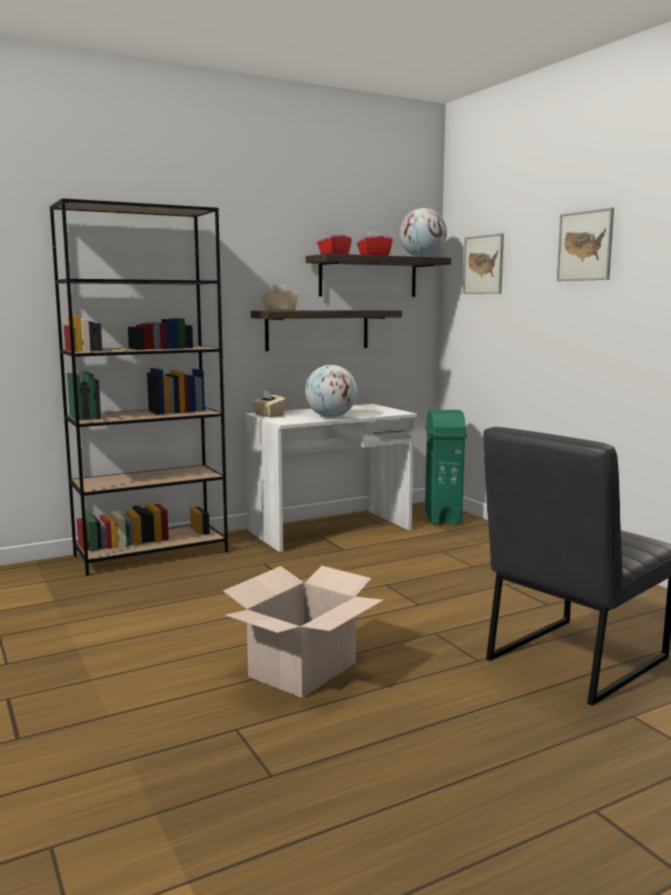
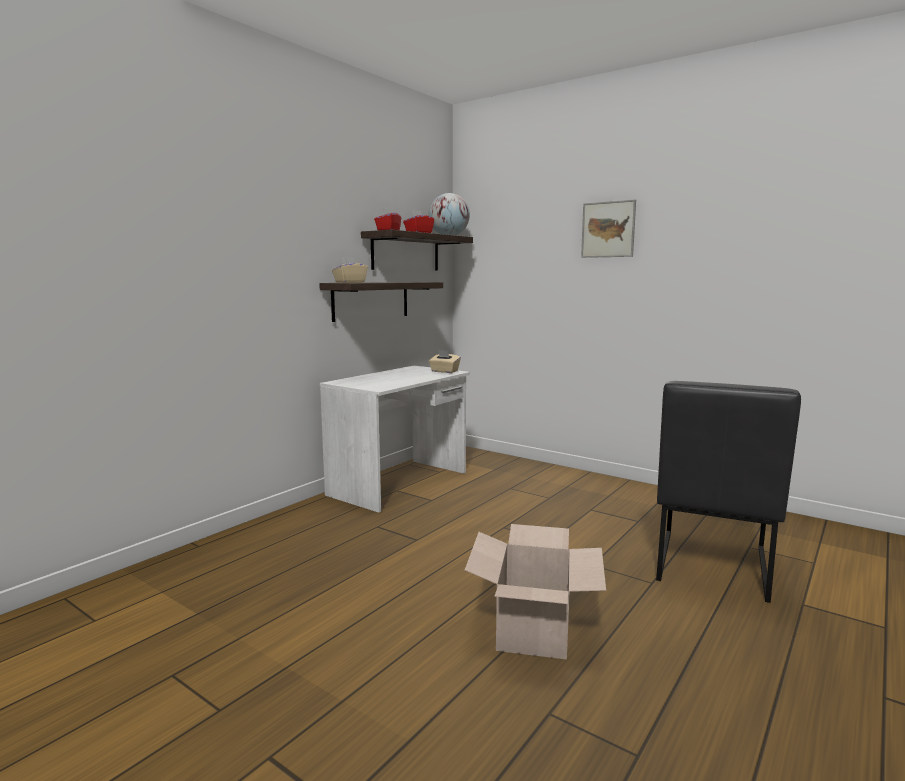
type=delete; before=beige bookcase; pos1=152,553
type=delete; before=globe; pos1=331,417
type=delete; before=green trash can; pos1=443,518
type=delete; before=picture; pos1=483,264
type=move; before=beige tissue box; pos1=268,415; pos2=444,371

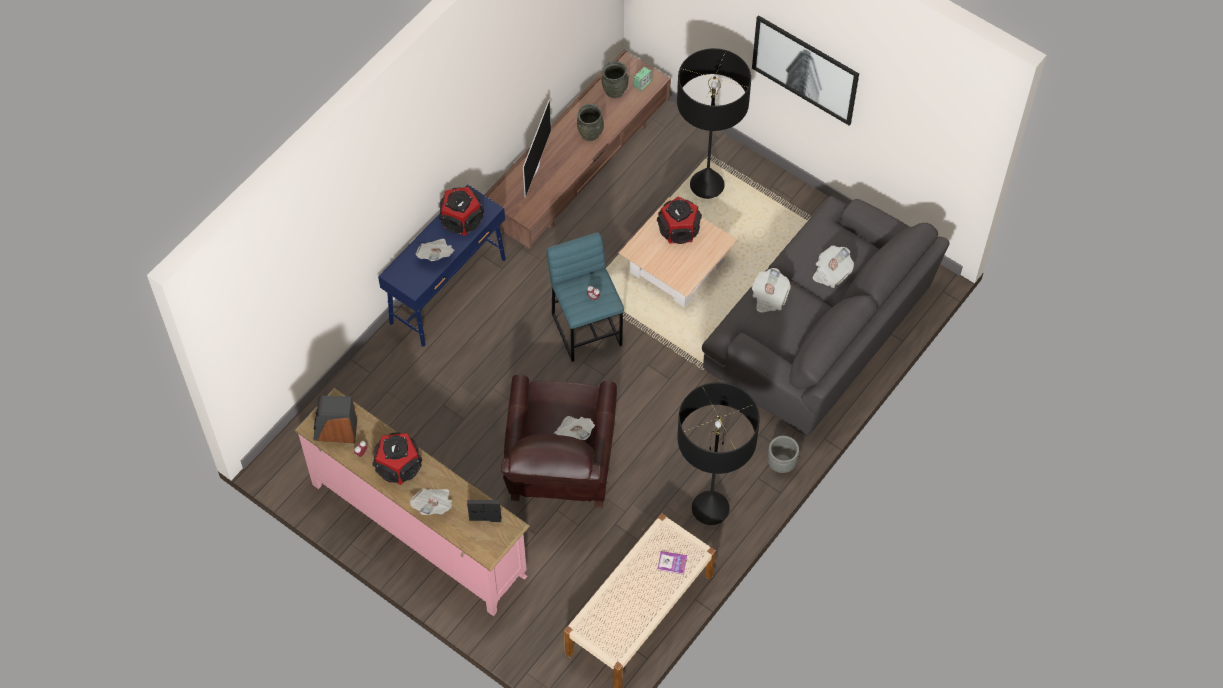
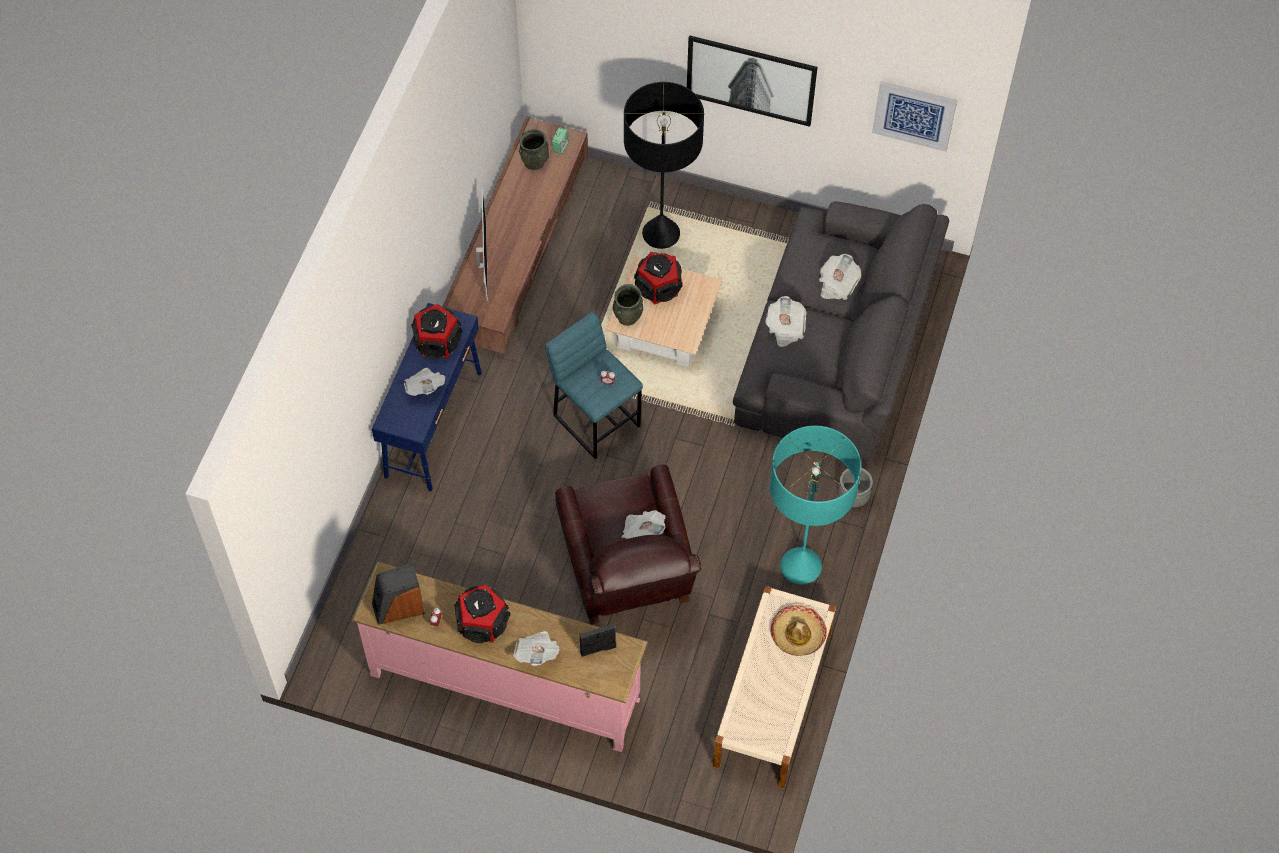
type=insert; after=picture; pos2=914,115
type=move; before=grey vase; pos1=590,133; pos2=627,317
type=replace; before=book; after=hat; pos1=672,563; pos2=797,634
type=recolor; before=black floor lamp; after=turquoise floor lamp; pos1=710,510; pos2=800,568

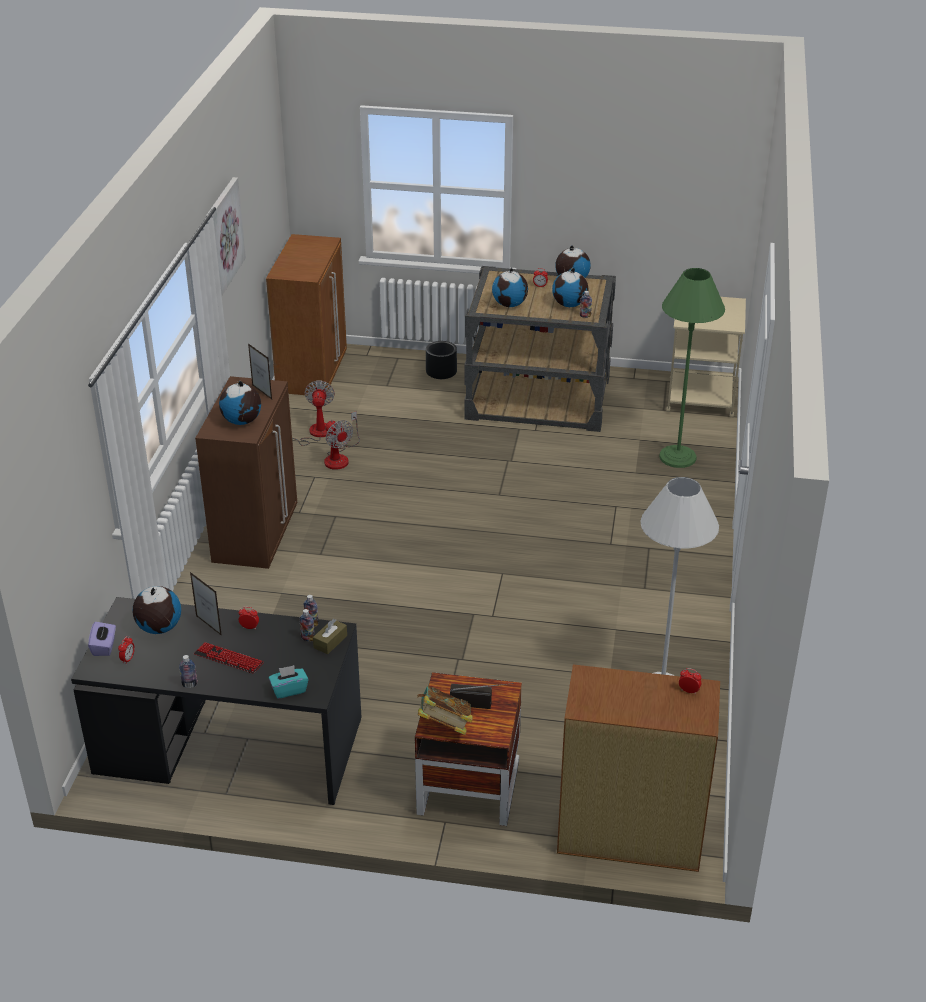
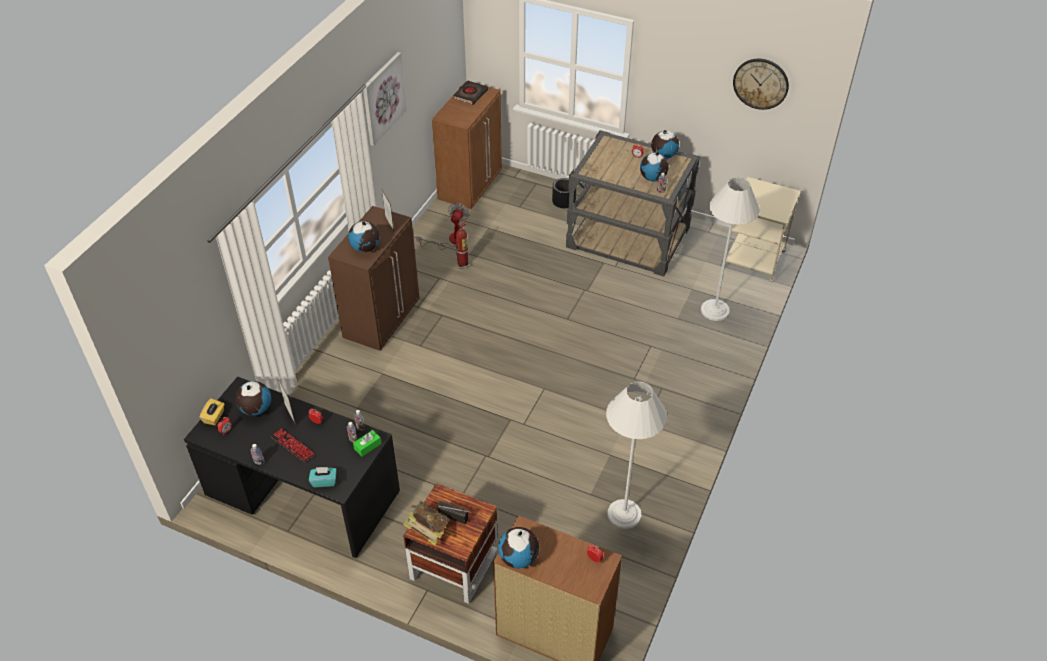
type=insert; after=black book; pos2=470,95
type=insert; after=wall clock; pos2=760,83
type=move; before=globe; pos1=510,304; pos2=519,558
type=replace; before=fan; after=fire extinguisher; pos1=340,457; pos2=463,264
type=recolor; before=purple tissue box; after=yellow tissue box; pos1=104,647; pos2=214,417
type=recolor; before=brown tissue box; after=green tissue box; pos1=330,642; pos2=367,446
type=recolor; before=green floor lamp; after=white floor lamp; pos1=678,457; pos2=715,310

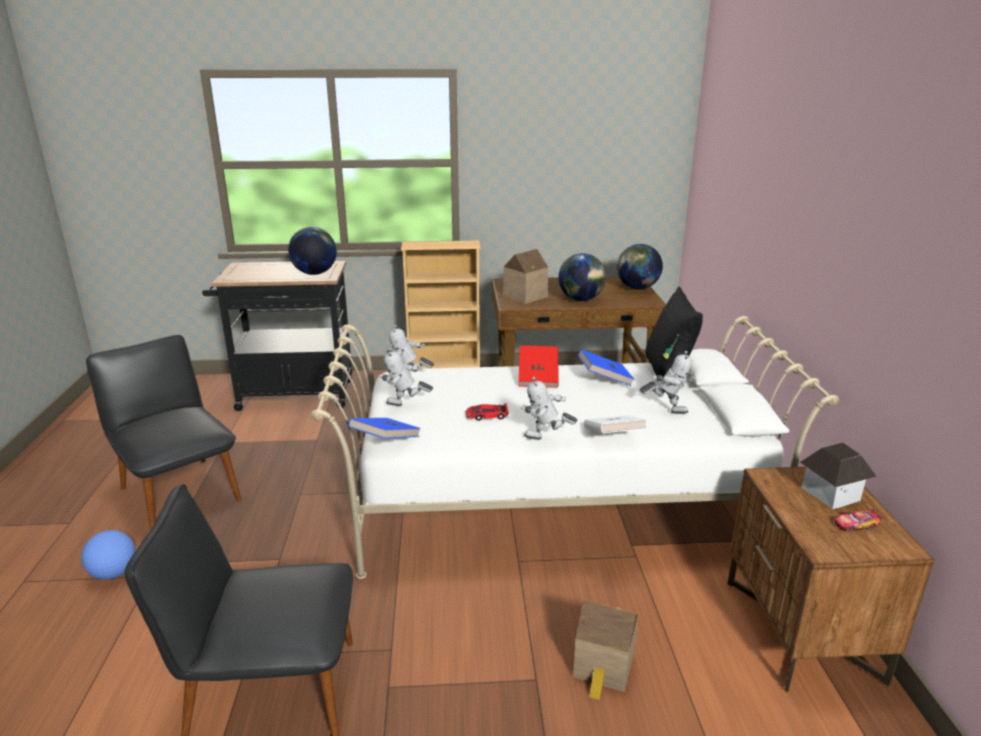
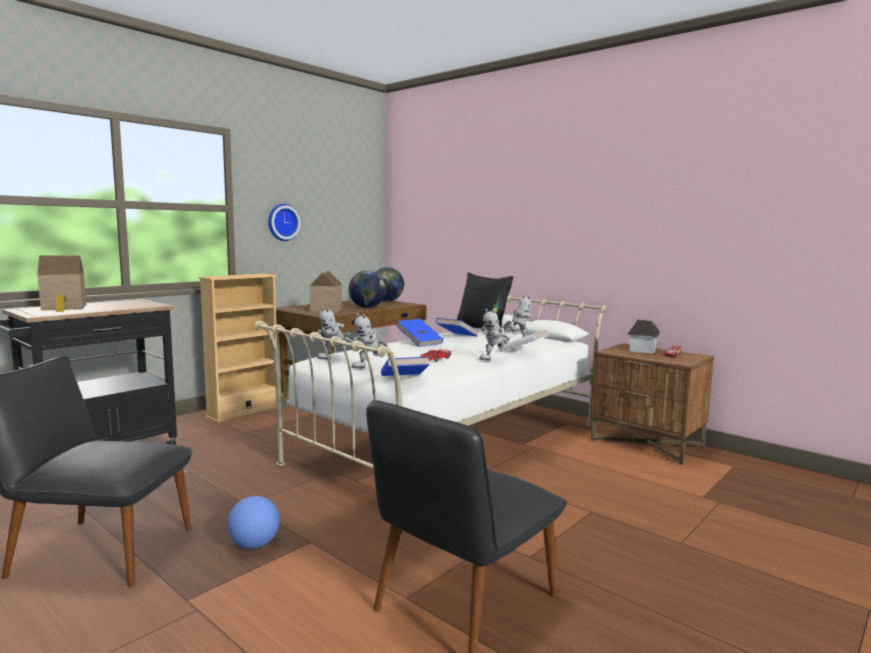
type=delete; before=globe; pos1=315,274
type=insert; after=wall clock; pos2=282,222
type=move; before=football; pos1=114,573; pos2=254,545
type=move; before=toy house; pos1=603,668; pos2=64,308
type=recolor; before=red book; after=blue book; pos1=538,378; pos2=419,342

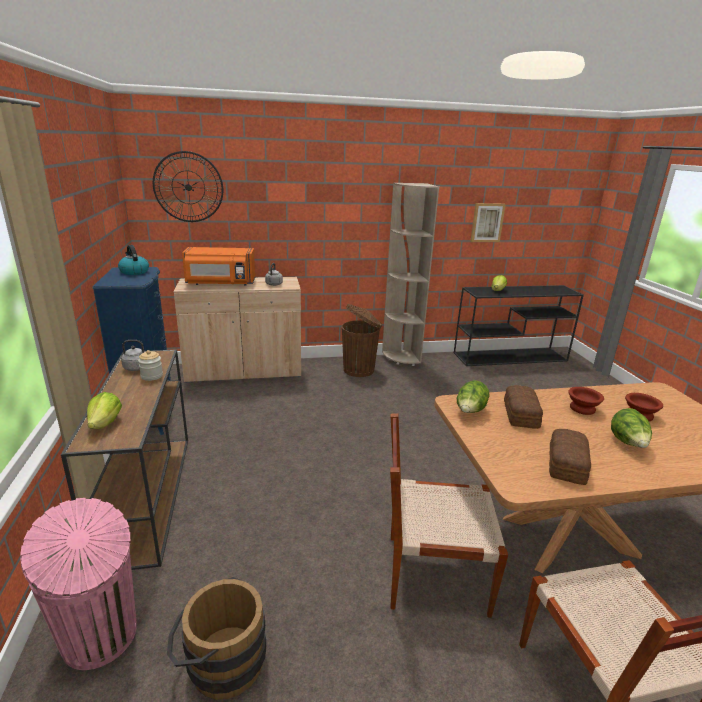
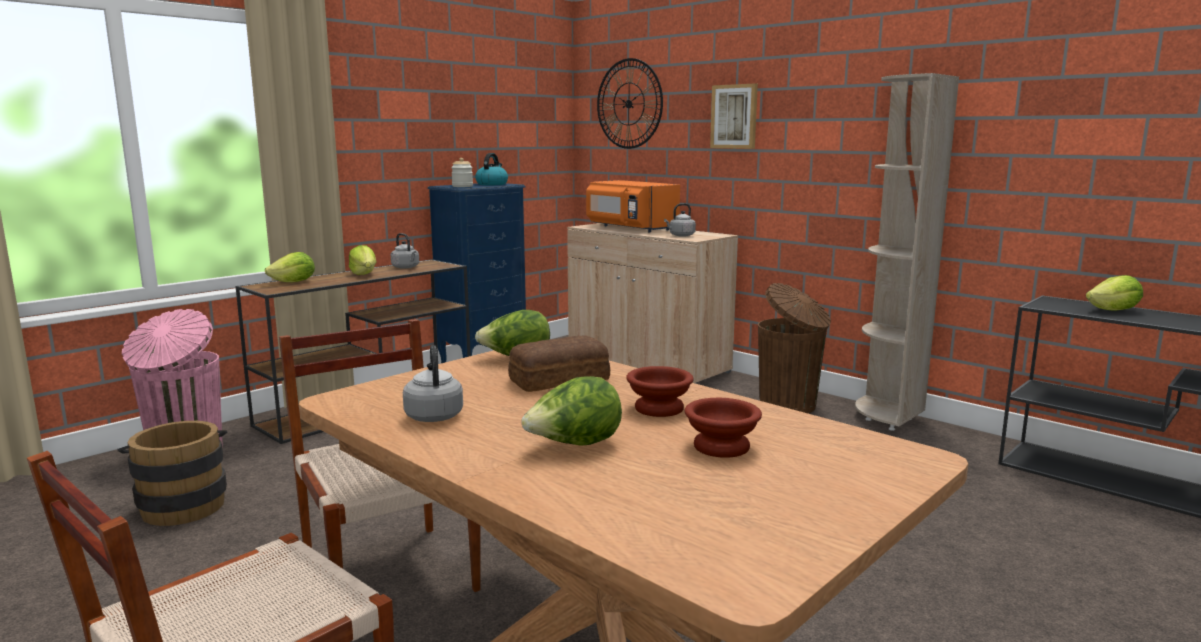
type=insert; after=lettuce; pos2=364,274
type=move; before=jar; pos1=152,376; pos2=462,186
type=move; before=picture; pos1=487,222; pos2=734,116
type=replace; before=bread; after=grey kettle; pos1=565,464; pos2=434,415

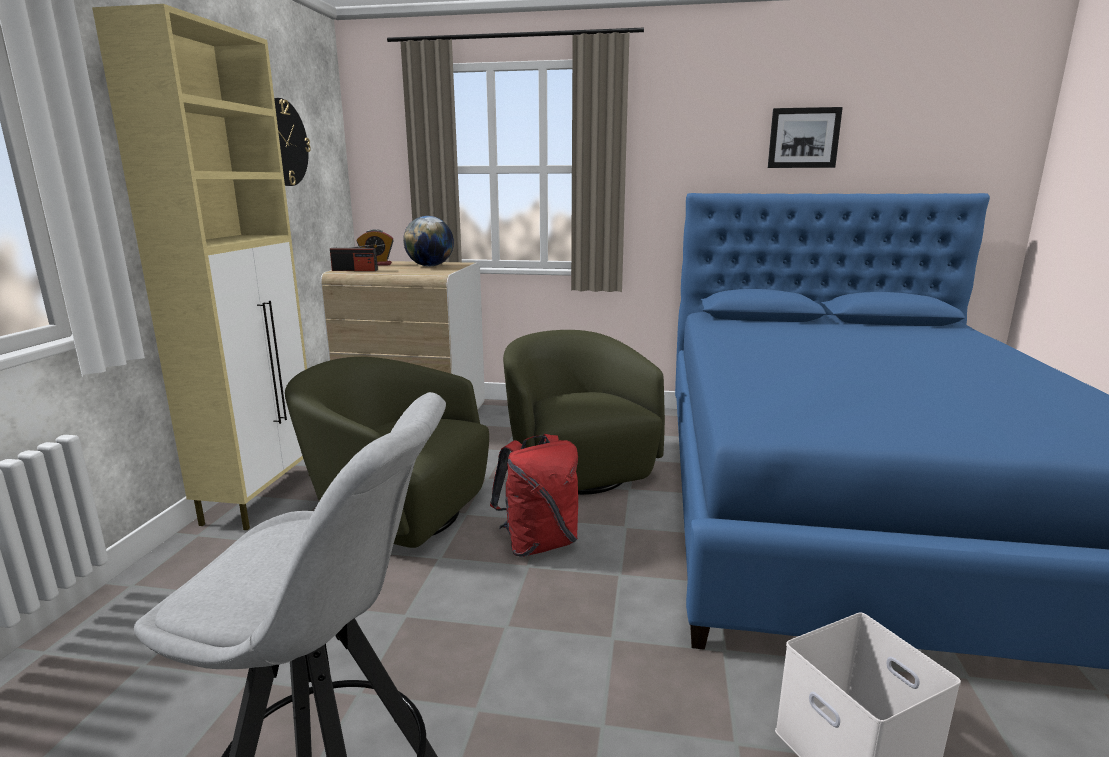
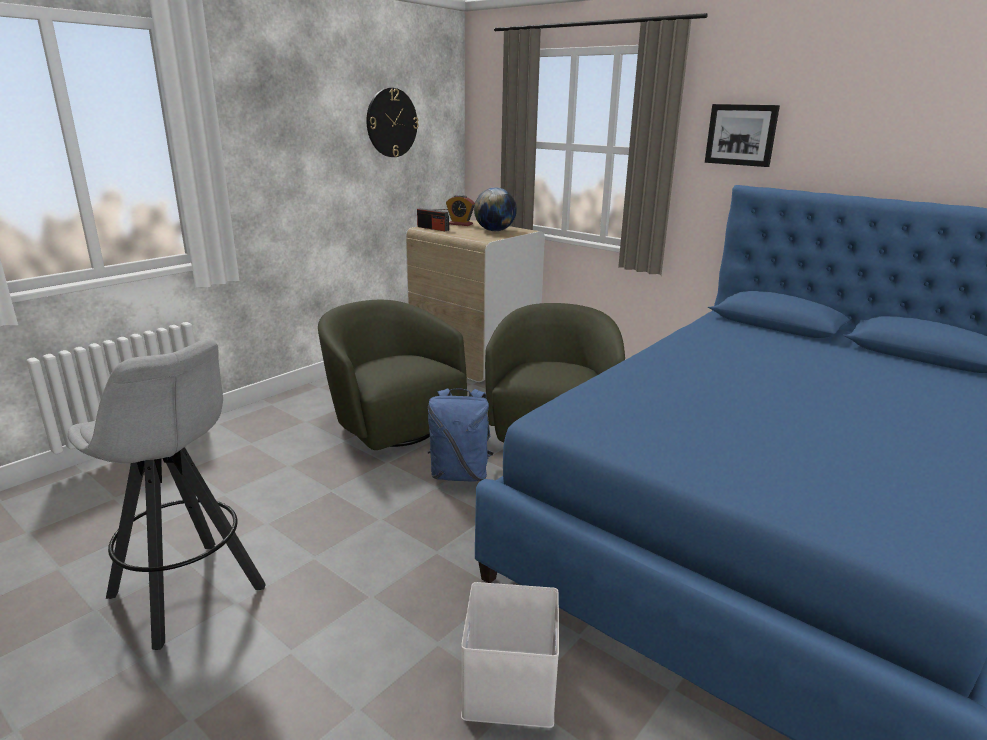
type=delete; before=beige cabinet; pos1=262,497
type=move; before=picture; pos1=803,138; pos2=741,135
type=recolor; before=red backpack; after=blue backpack; pos1=538,543; pos2=460,474

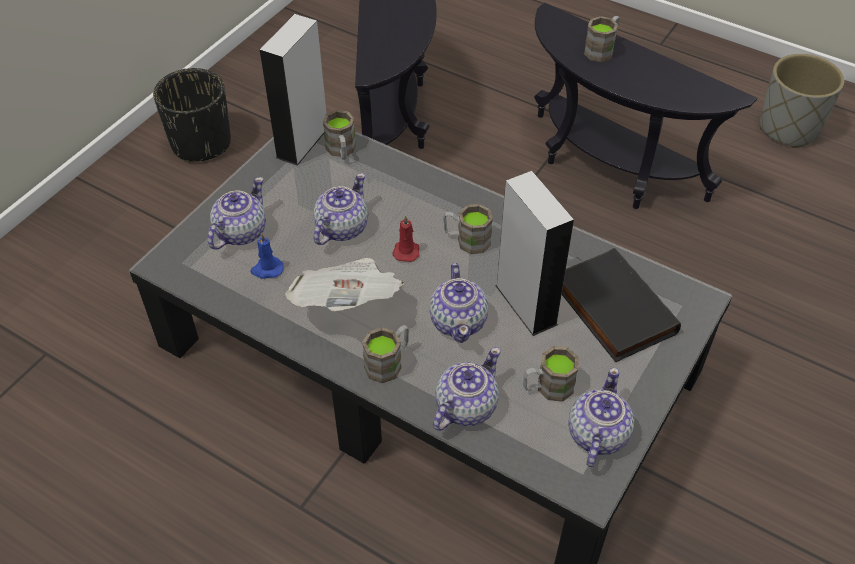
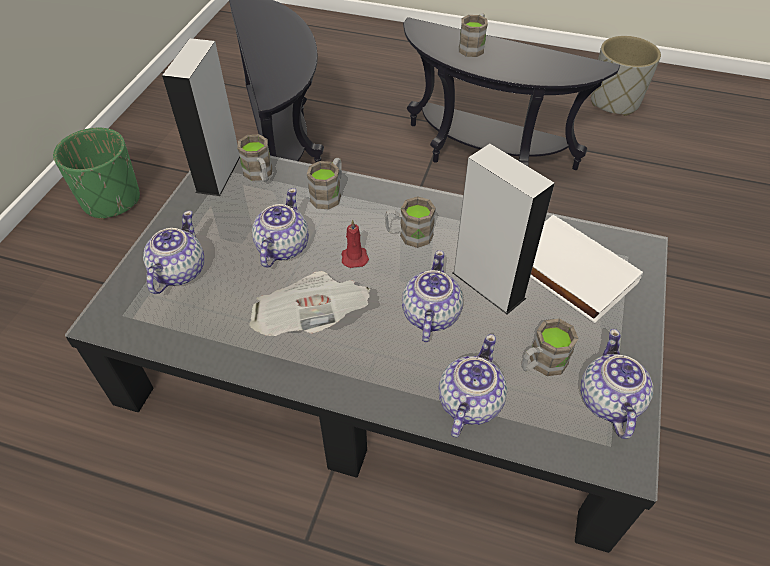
type=delete; before=blue candle; pos1=267,269
type=move; before=brown mug; pos1=388,362; pos2=329,194
type=recolor; before=black planter; after=green planter; pos1=201,143; pos2=111,200
type=recolor; before=black book; after=white book; pos1=611,309; pos2=568,273
type=rotate; before=teapot; pos1=459,321; pos2=430,315; turn=-150

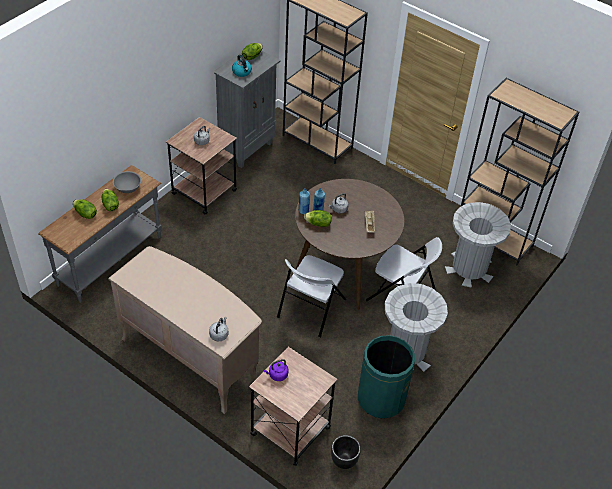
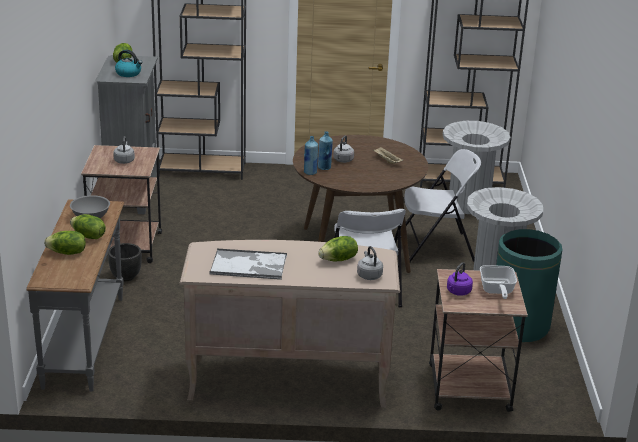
type=insert; after=tray; pos2=249,265
type=insert; after=frying pan; pos2=496,291
type=move; before=lettuce; pos1=318,224; pos2=339,260
type=move; before=black planter; pos1=344,461; pos2=126,277

